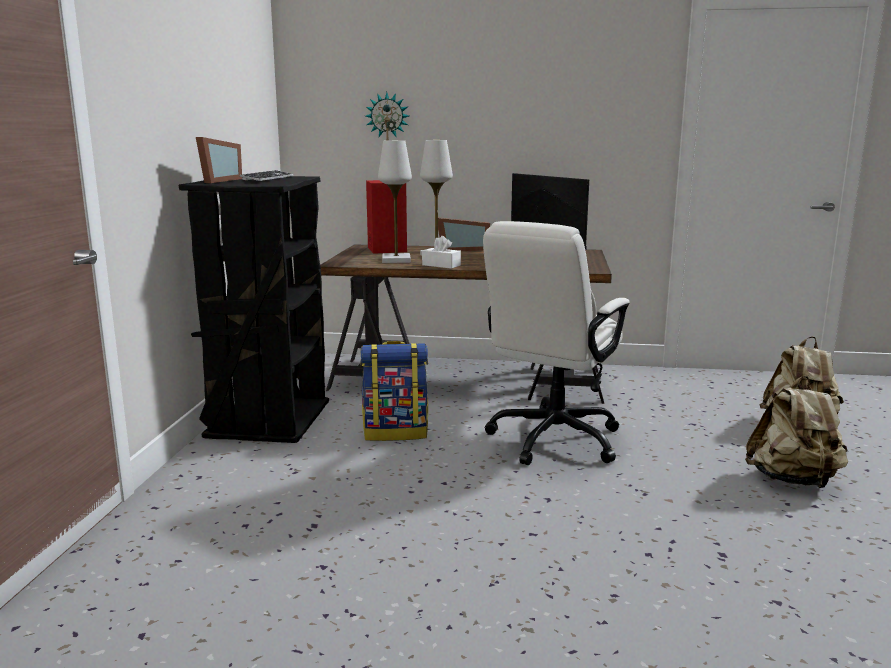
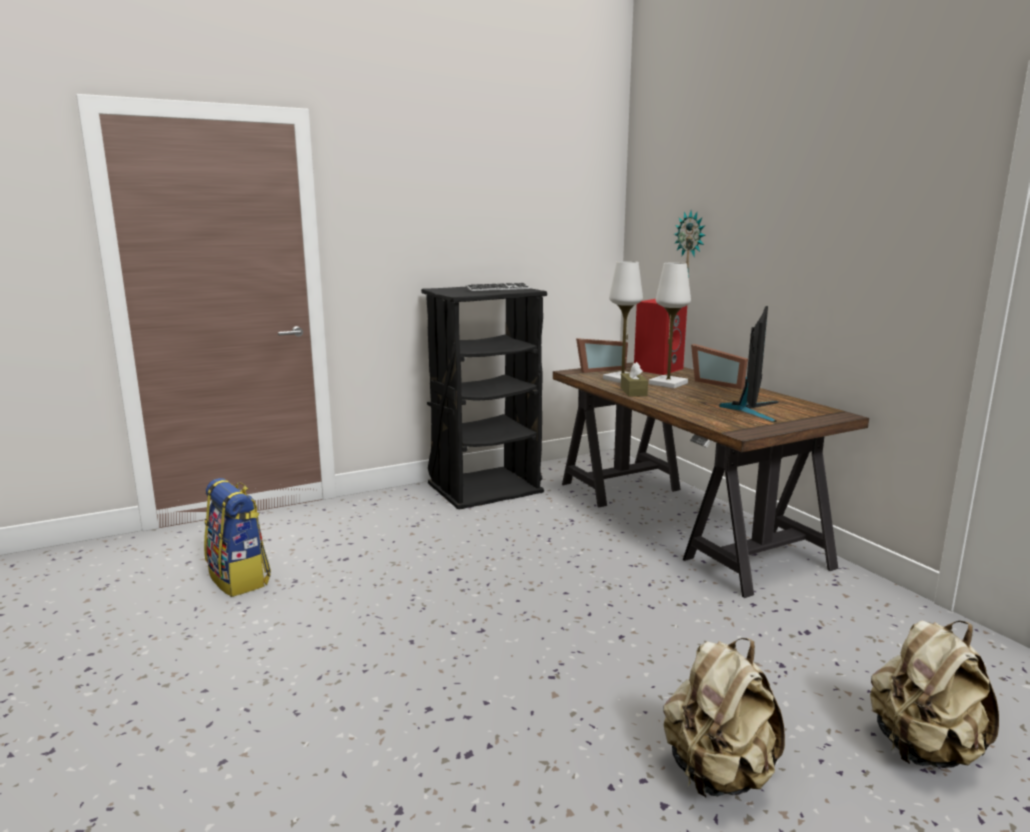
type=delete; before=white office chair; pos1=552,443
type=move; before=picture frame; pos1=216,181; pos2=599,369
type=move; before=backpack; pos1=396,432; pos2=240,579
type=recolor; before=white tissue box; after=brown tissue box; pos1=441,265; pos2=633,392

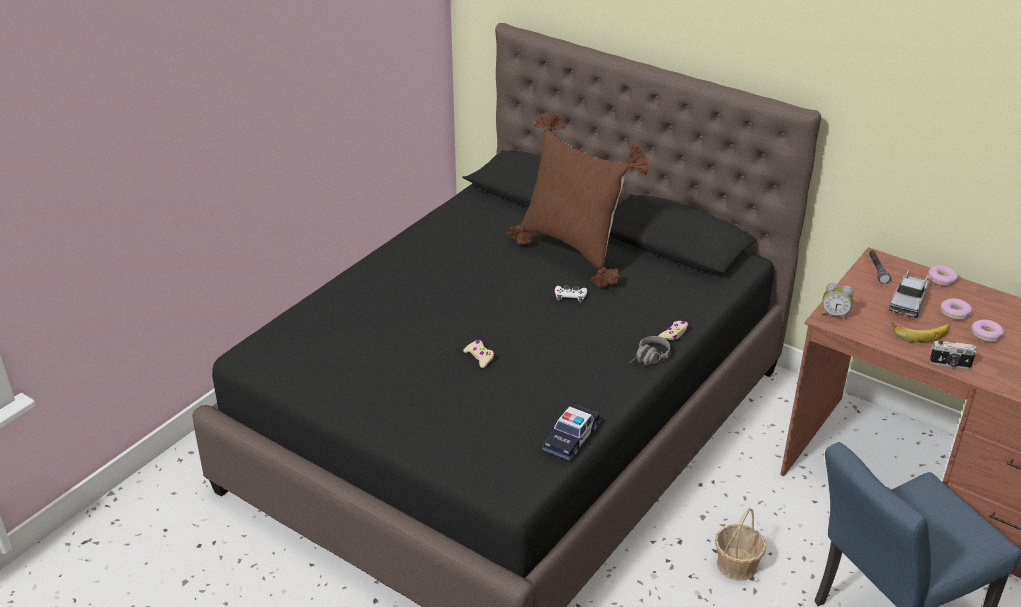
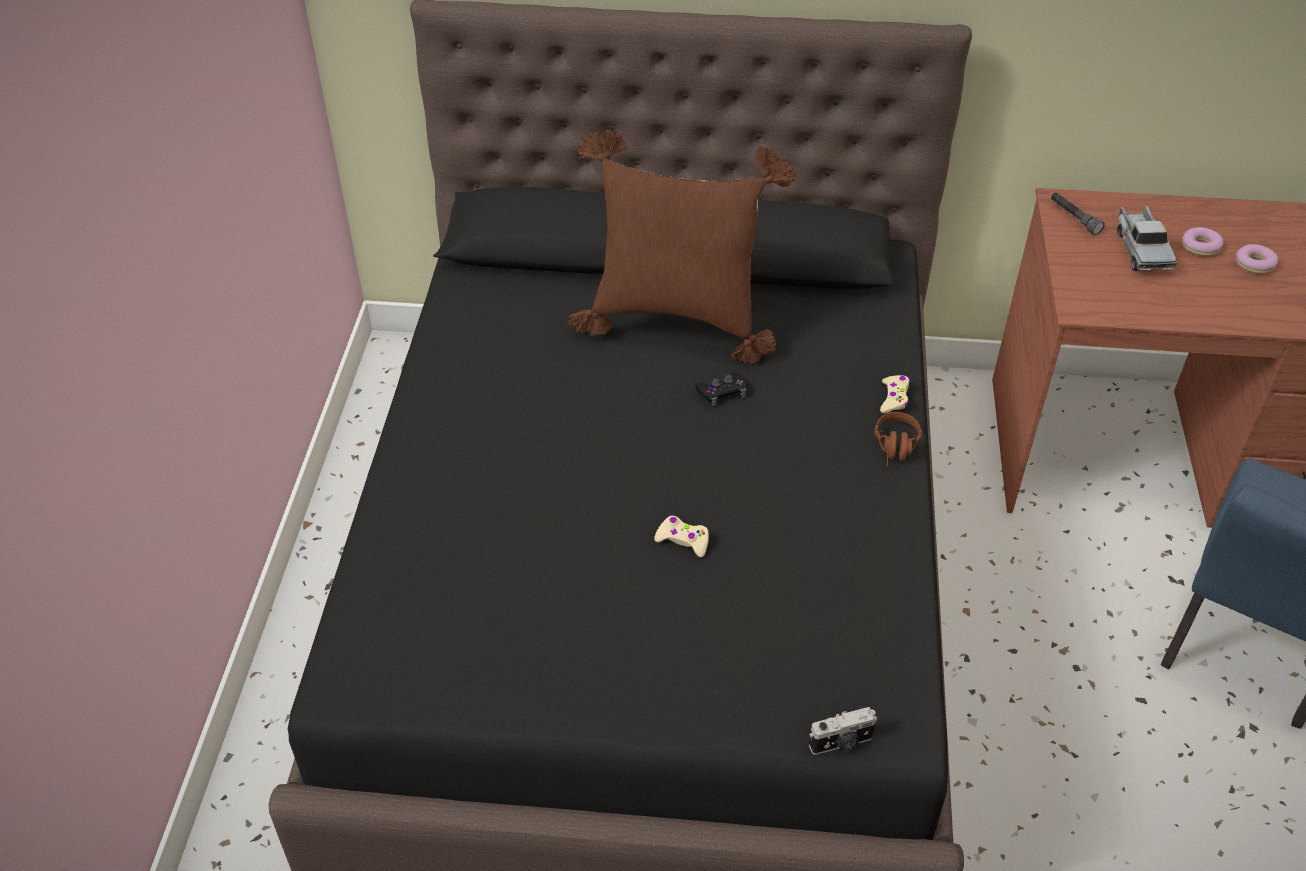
type=delete; before=toy car; pos1=571,438
type=delete; before=basket; pos1=737,564
type=delete; before=alarm clock; pos1=834,314
type=delete; before=banana; pos1=919,331
type=delete; before=donut; pos1=942,279
type=move; before=photo camera; pos1=950,364; pos2=841,743
type=recolor; before=white game controller; after=black game controller; pos1=570,296; pos2=722,392
type=recolor; before=grey headphones; after=brown headphones; pos1=649,359; pos2=896,449

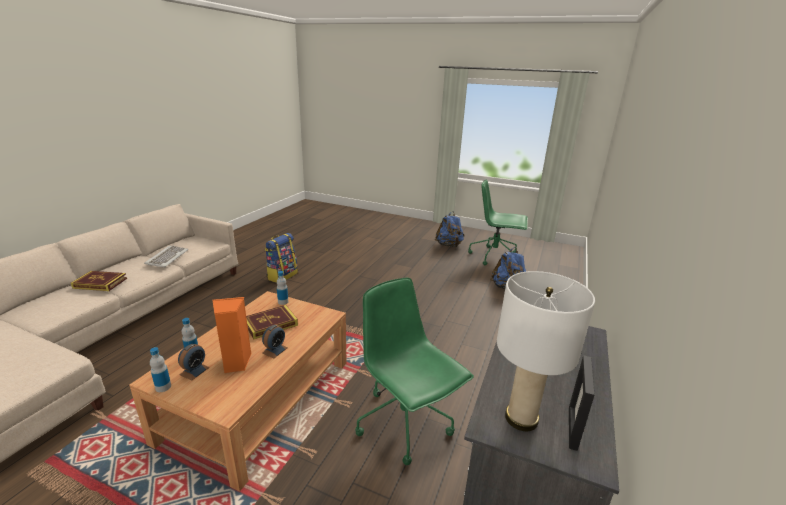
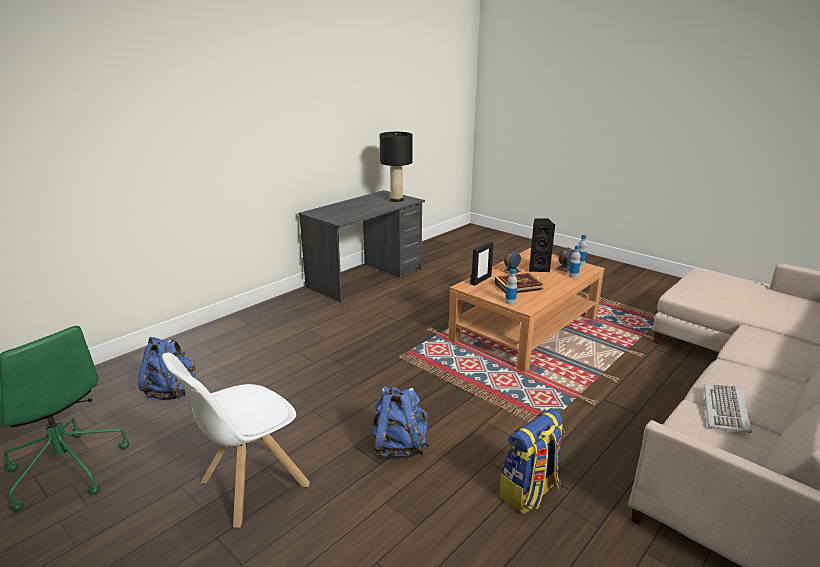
type=delete; before=book; pos1=100,283
type=delete; before=green office chair; pos1=406,426
type=insert; after=white chair; pos2=249,486
type=move; before=blue backpack; pos1=449,245; pos2=399,446
type=move; before=picture frame; pos1=574,428; pos2=480,280
type=recolor; before=orange speaker; after=black speaker; pos1=235,363; pos2=538,268
type=recolor; before=white table lamp; after=black table lamp; pos1=521,419; pos2=396,200

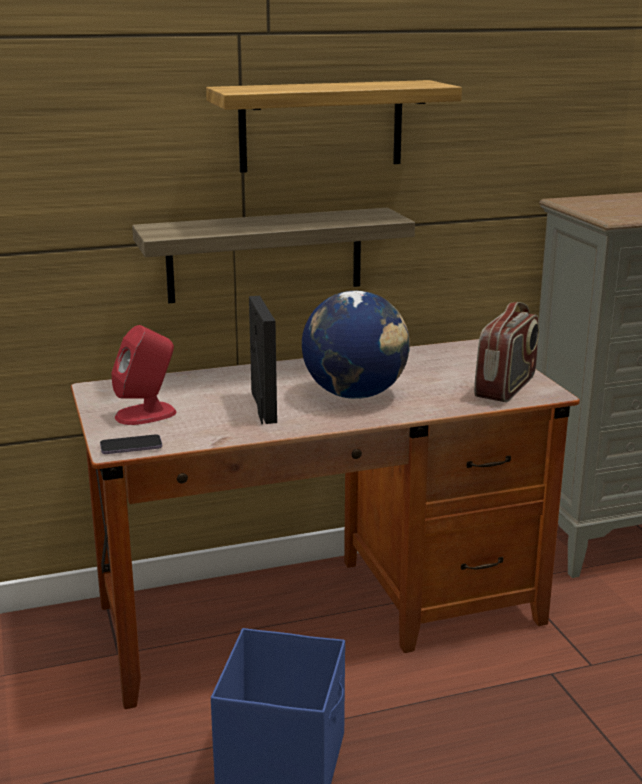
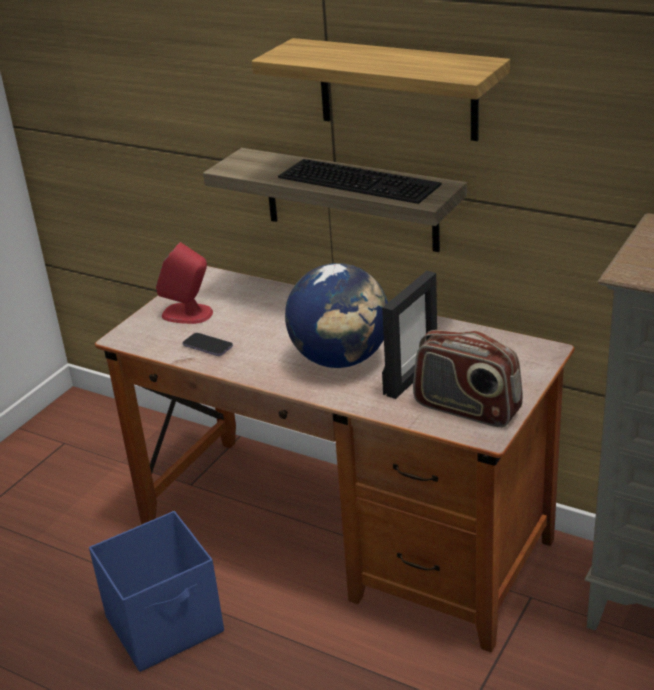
type=insert; after=keyboard; pos2=361,180
type=move; before=phone; pos1=131,447; pos2=207,346
type=move; before=picture frame; pos1=261,407; pos2=411,376
type=rotate; before=radio; pos1=506,387; pos2=466,409; turn=45

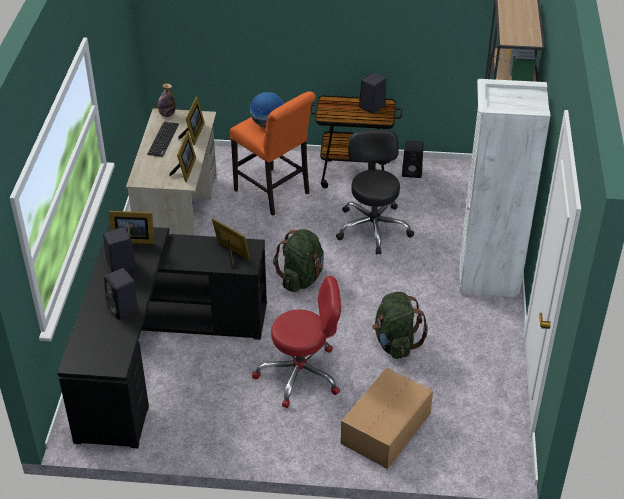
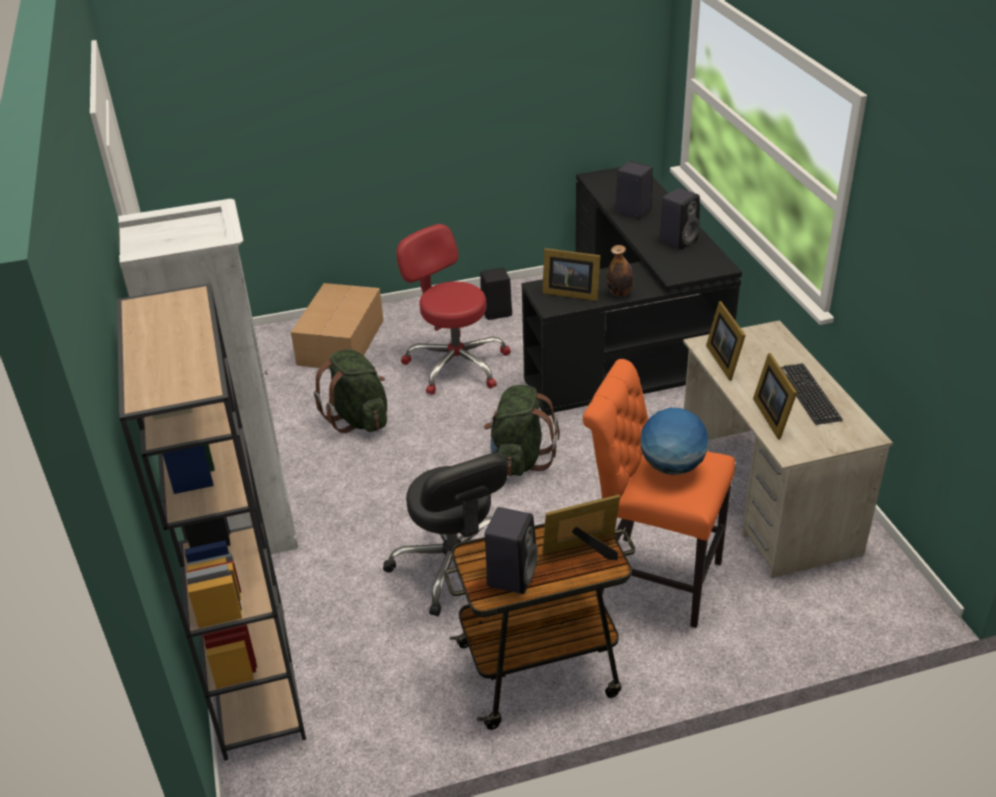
type=move; before=picture frame; pos1=132,239; pos2=584,550
type=move; before=bottle; pos1=167,114; pos2=619,293
type=move; before=black speaker; pos1=412,172; pos2=495,312
type=rotate; before=red office chair; pos1=303,373; pos2=453,363; turn=75

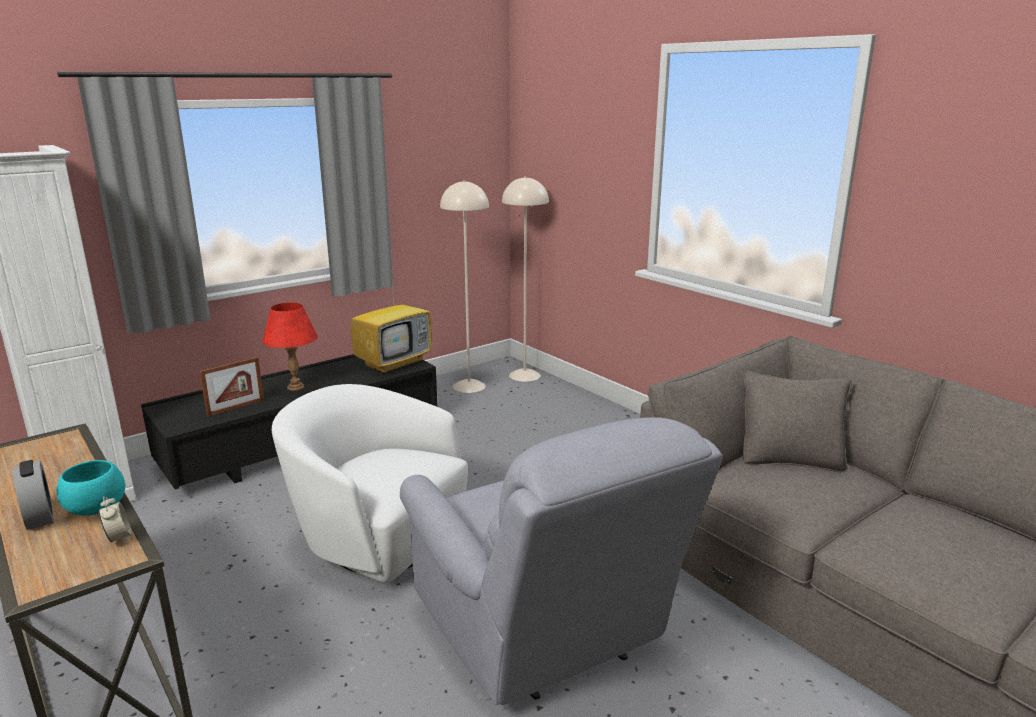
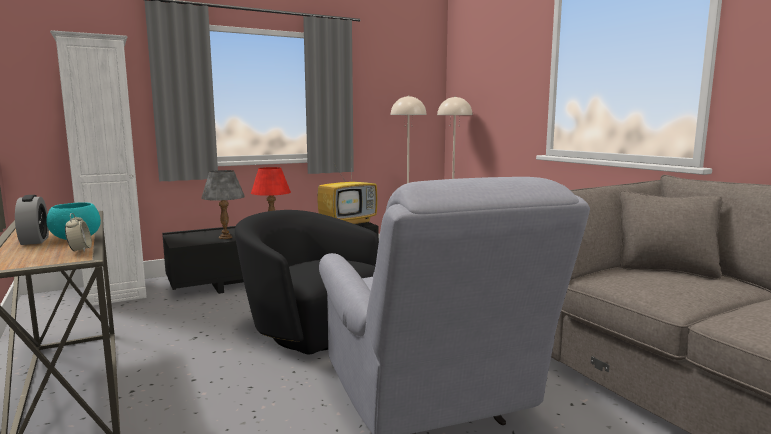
type=replace; before=picture frame; after=grey table lamp; pos1=236,407; pos2=225,237
type=recolor; before=white armchair; after=black armchair; pos1=376,540; pos2=310,331

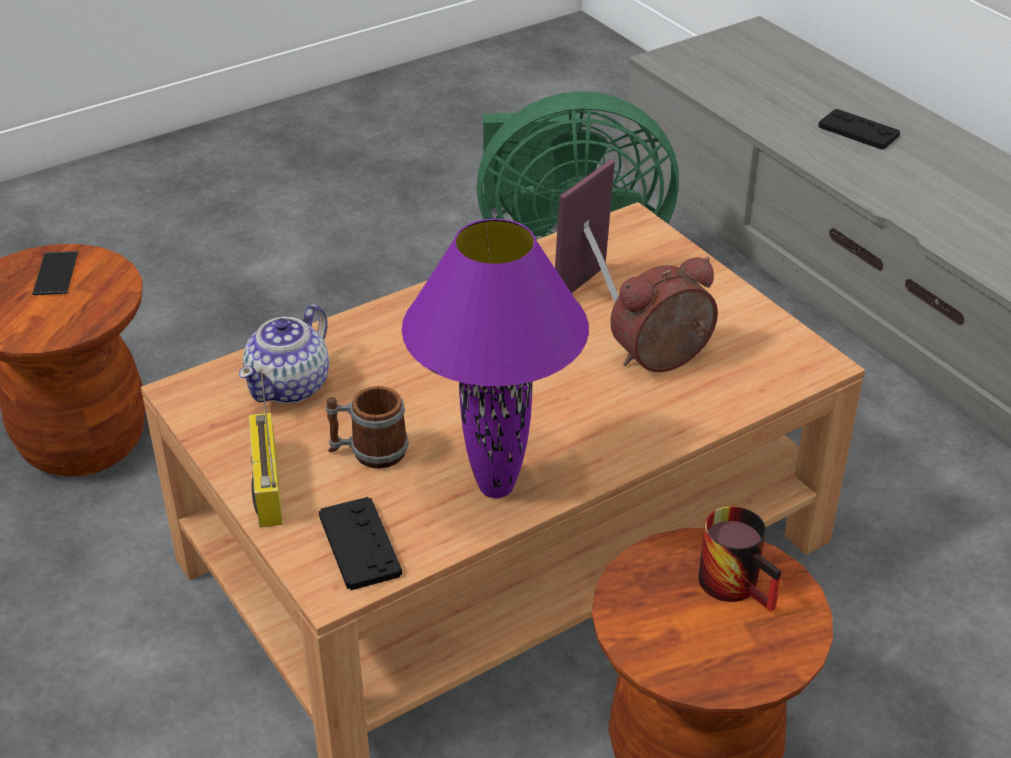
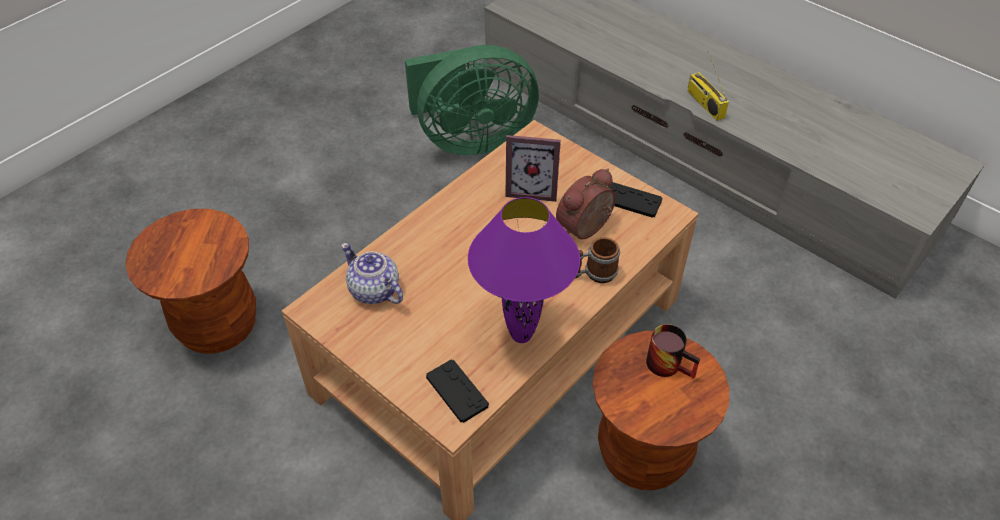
type=delete; before=phone; pos1=56,274
type=move; before=radio; pos1=265,484; pos2=704,103
type=move; before=mug; pos1=368,452; pos2=595,274
type=move; before=black game controller; pos1=858,131; pos2=631,201
type=rotate; before=teapot; pos1=290,385; pos2=374,291; turn=120
type=rotate; before=picture frame; pos1=597,292; pos2=532,189; turn=-105

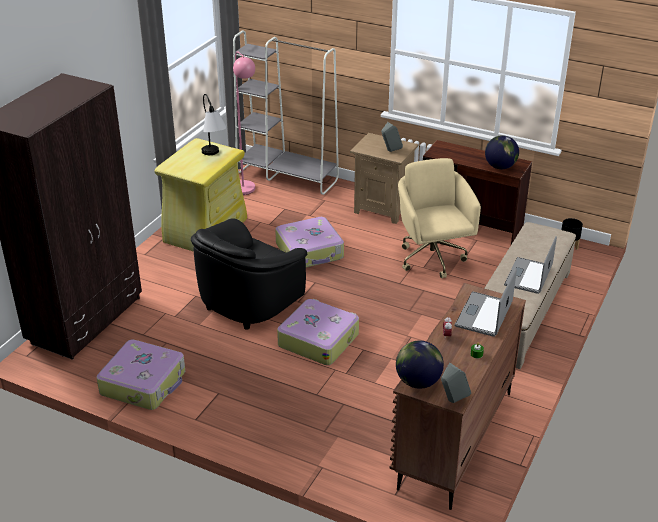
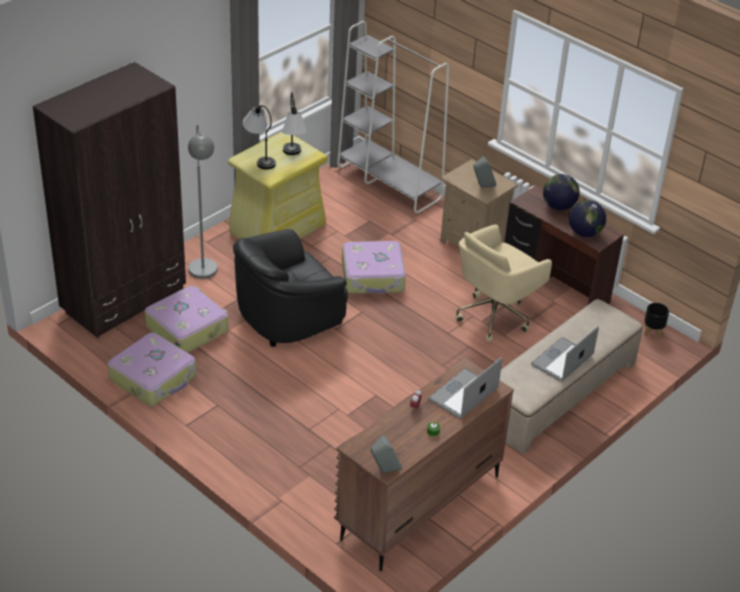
type=delete; before=pink floor lamp; pos1=246,192
type=insert; after=grey floor lamp; pos2=204,275
type=insert; after=table lamp; pos2=259,157
type=move; before=suitcase; pos1=318,339; pos2=187,328
type=move; before=globe; pos1=418,382; pos2=558,206
type=rotate; before=beige office chair; pos1=433,261; pos2=495,316; turn=-135

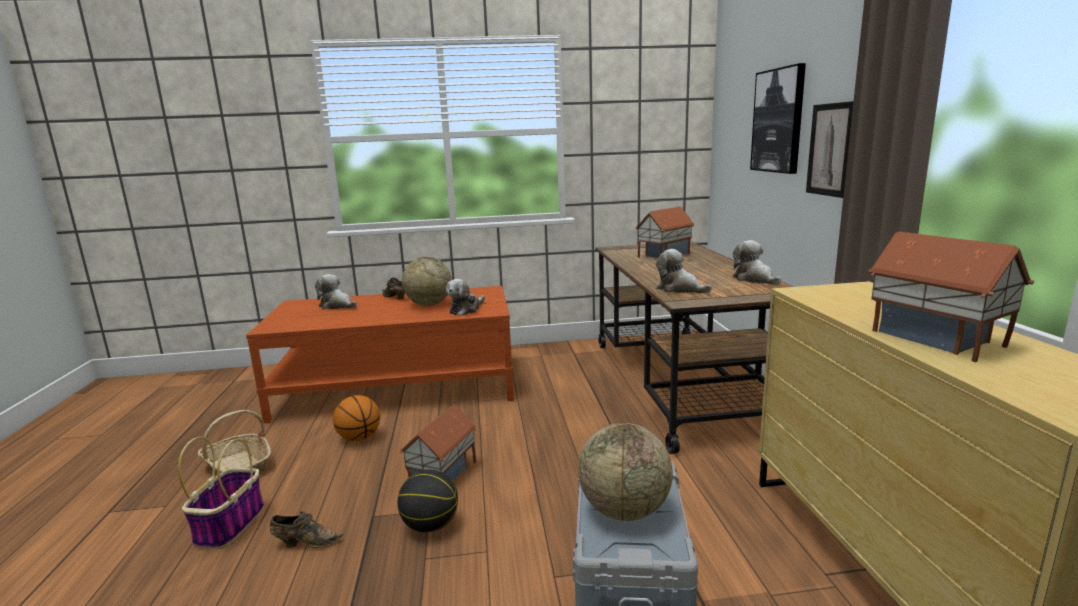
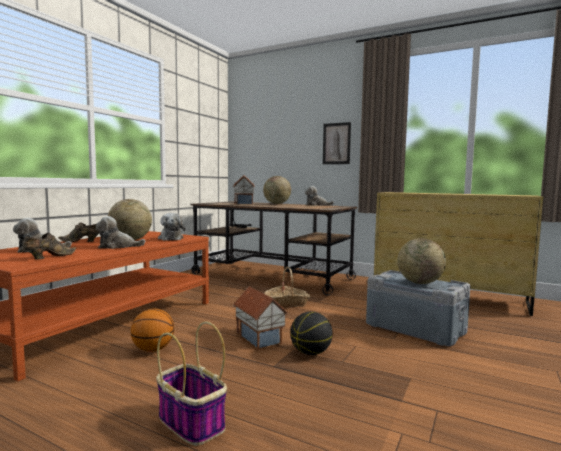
type=delete; before=picture; pos1=778,121
type=delete; before=toy house; pos1=935,340
type=insert; after=globe; pos2=277,203
type=move; before=basket; pos1=238,467; pos2=286,303
type=move; before=brown shoe; pos1=305,543; pos2=49,257
type=move; before=plush toy; pos1=679,289; pos2=117,246

